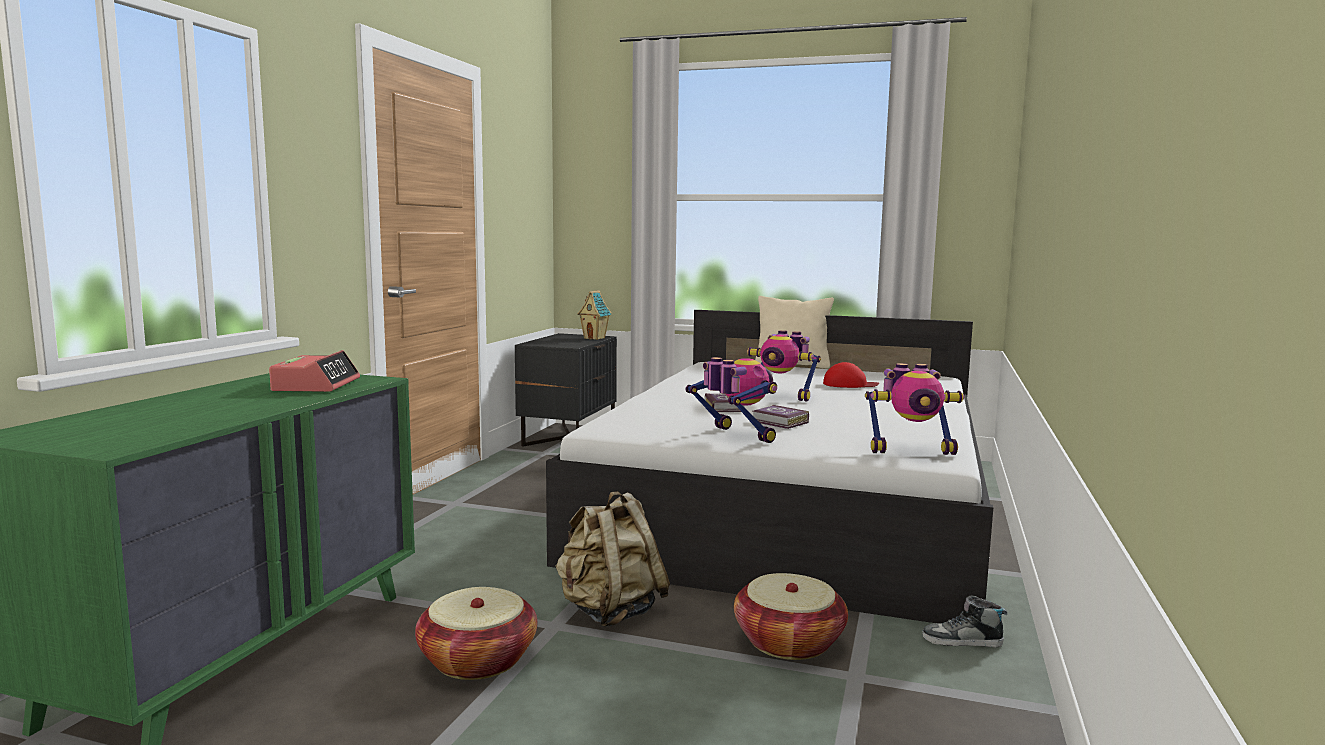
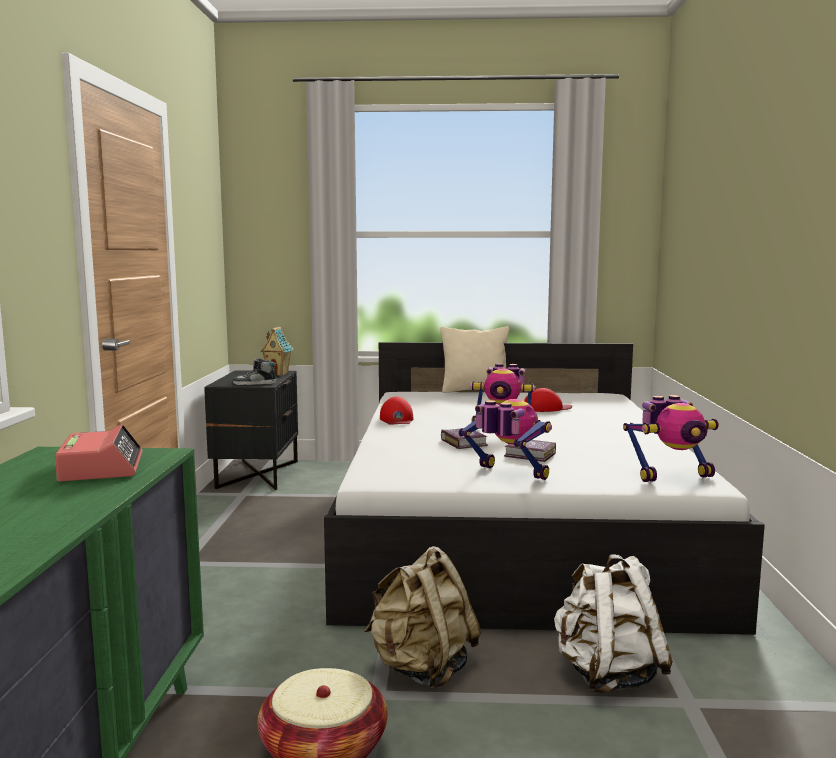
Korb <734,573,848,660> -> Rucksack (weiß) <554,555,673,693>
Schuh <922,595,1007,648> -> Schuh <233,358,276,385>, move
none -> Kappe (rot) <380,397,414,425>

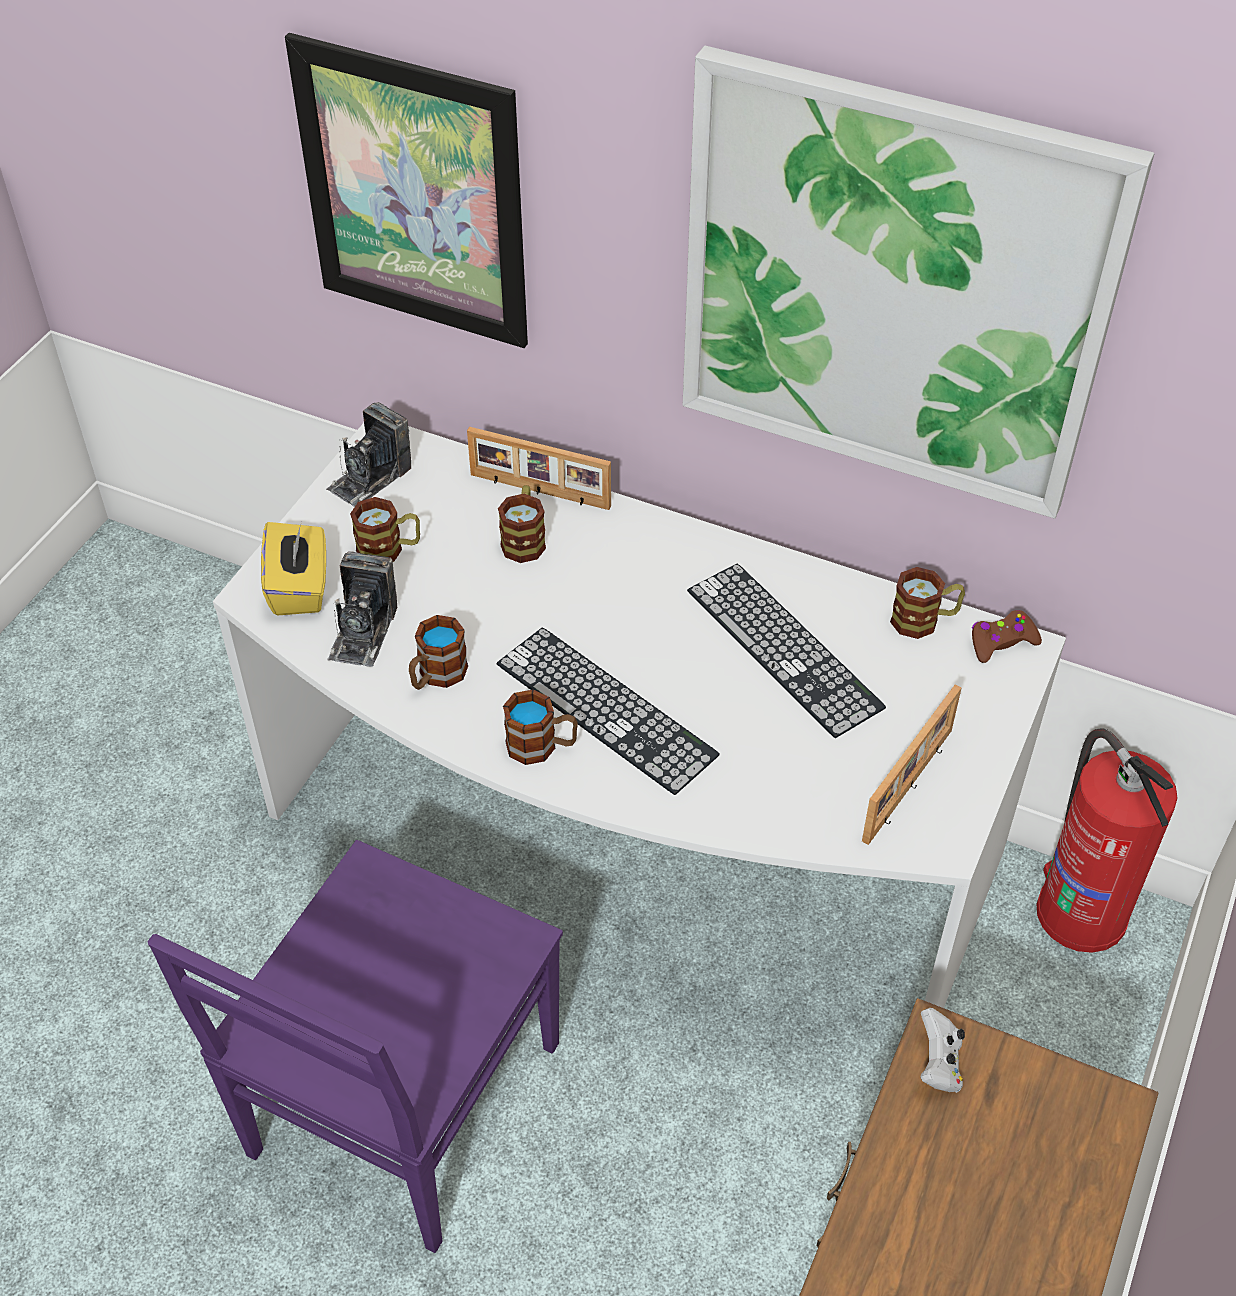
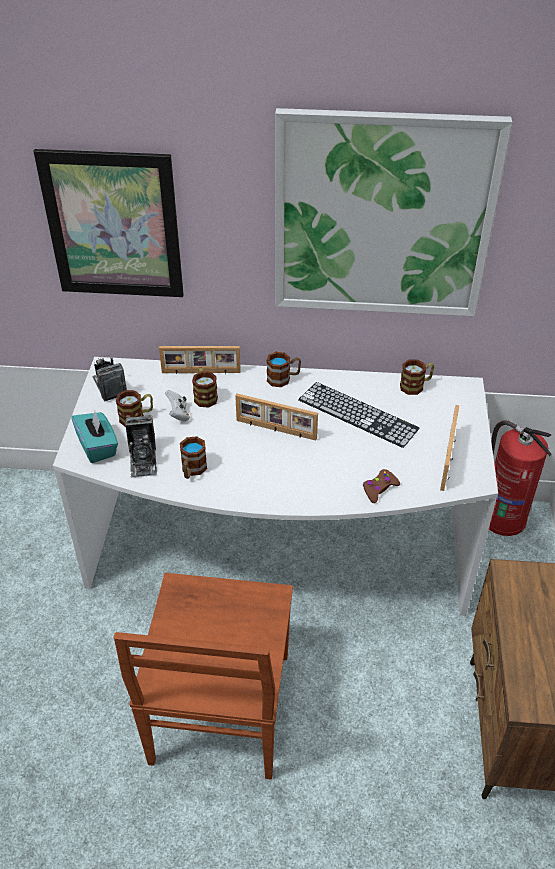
Stuhl (lila) <147,840,563,1253> -> Stuhl (braun) <113,573,293,780>
Taschentuchbox (gelb) <261,522,326,616> -> Taschentuchbox (türkis) <71,411,118,463>
Kamera <326,402,411,507> -> Kamera <92,355,127,402>, 135 degrees clockwise
Tastatur <497,627,720,795> -> none
Henkelbecher <503,690,578,765> -> Henkelbecher <266,352,301,387>, move
Gamepad (weiß) <920,1008,965,1093> -> Gamepad (weiß) <165,390,190,421>, move
Gamepad (braun) <972,610,1042,663> -> Gamepad (braun) <363,469,400,503>, move
none -> Bilderrahmen <235,393,318,441>

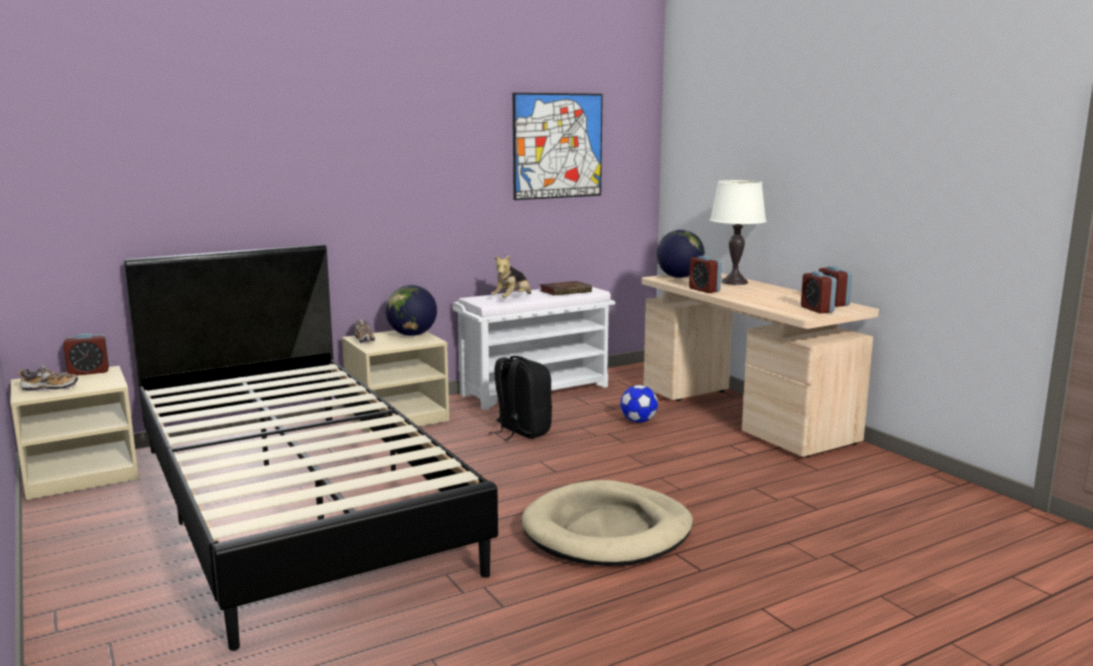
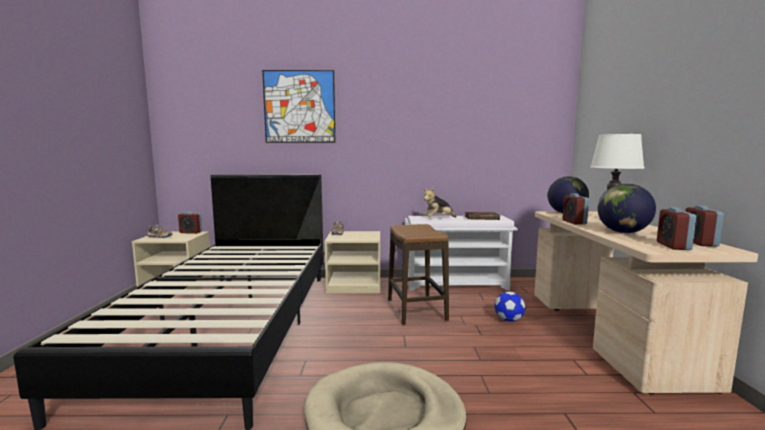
Globus <386,285,437,336> -> Globus <598,184,656,233>, move
Rucksack (schwarz) <489,356,552,441> -> Hocker <388,224,449,325>
Bild <513,93,603,200> -> Bild <262,70,335,143>, move

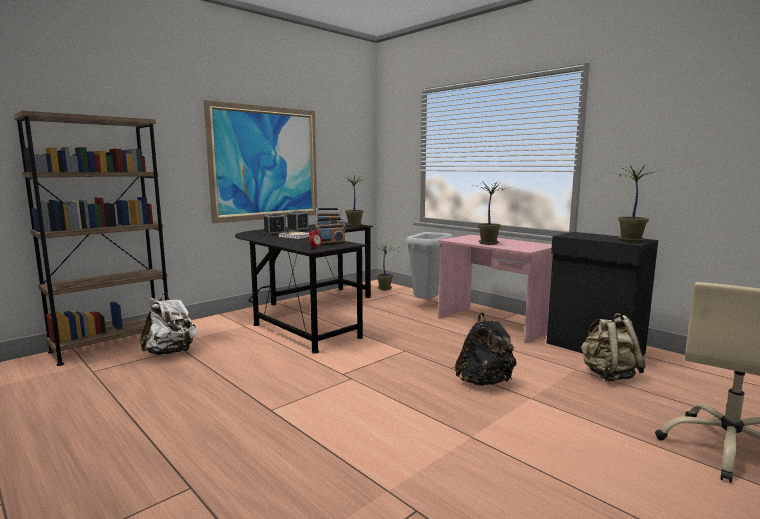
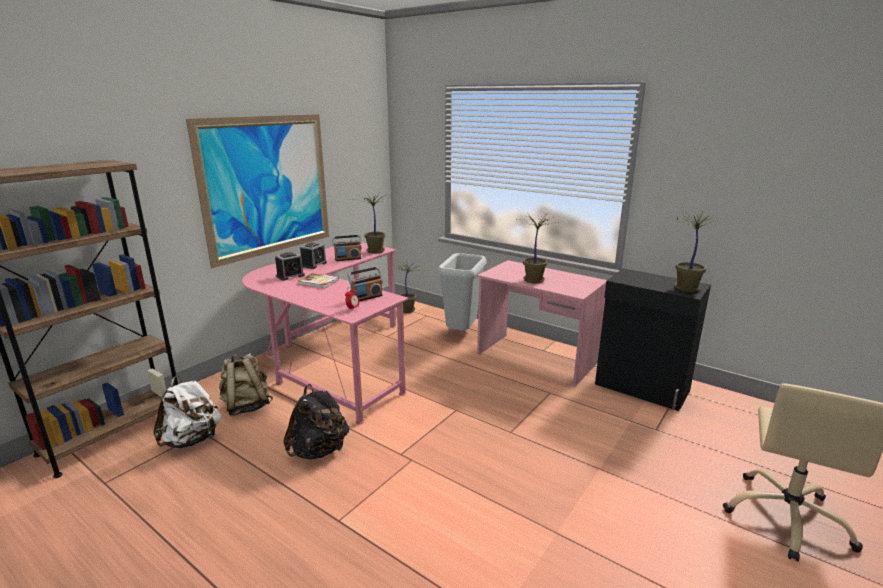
Schreibtisch (schwarz) <235,222,373,354> -> Schreibtisch (rosa) <242,242,409,424>
Rucksack (schwarz) <455,312,517,386> -> Rucksack (schwarz) <283,384,349,460>, move
Rucksack (beige) <580,313,645,381> -> Rucksack (beige) <219,353,273,416>, move

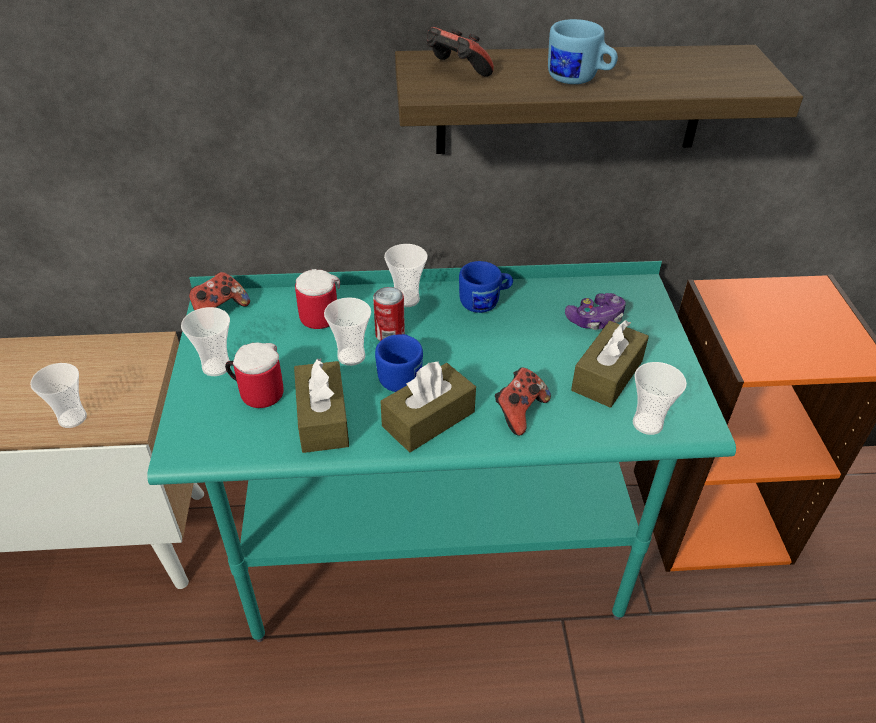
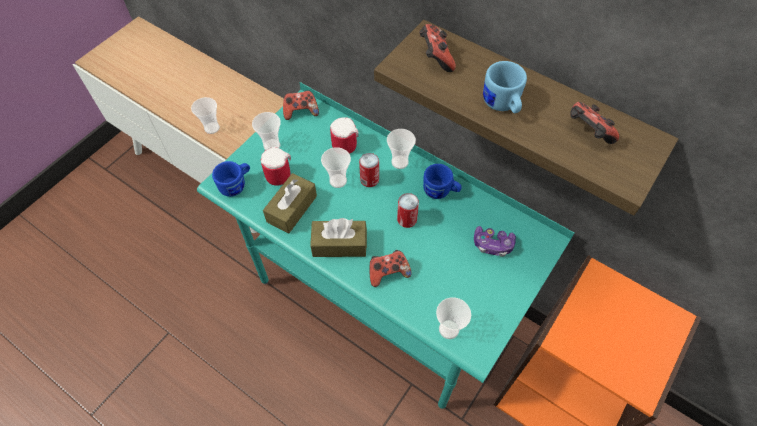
Henkelbecher (blau) <375,334,423,392> -> Henkelbecher (blau) <212,161,250,197>, move
Taschentuchbox (braun) <571,320,649,408> -> none
none -> Dose <397,193,419,228>
none -> Gamepad <570,102,619,144>

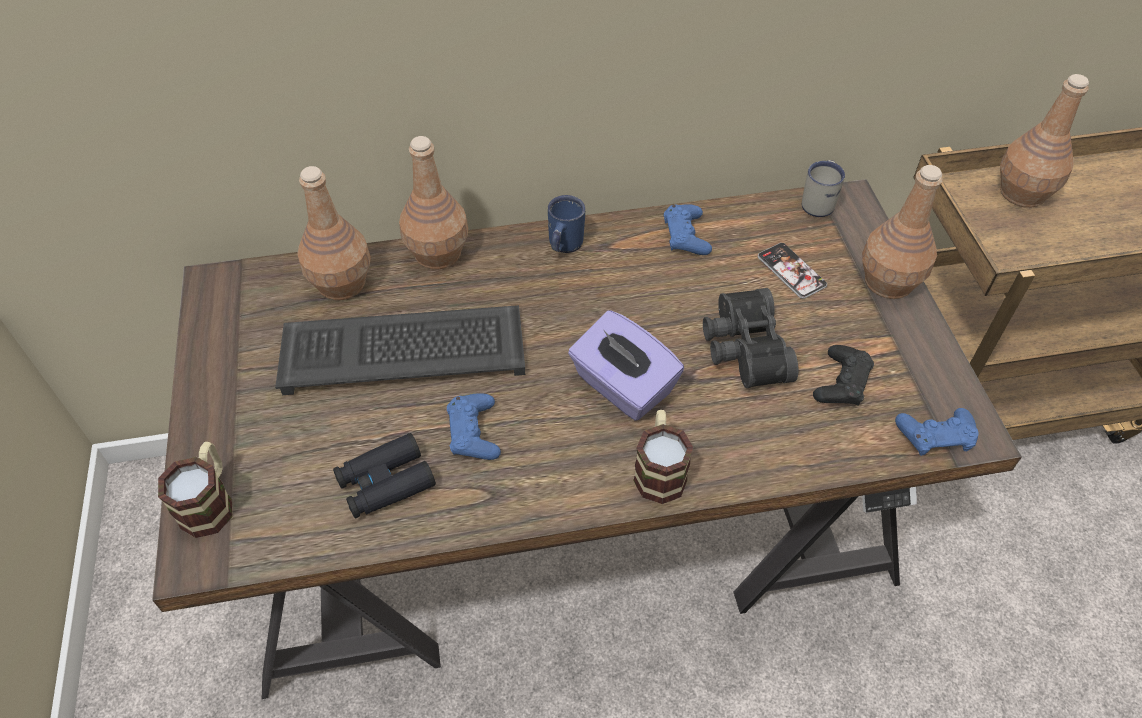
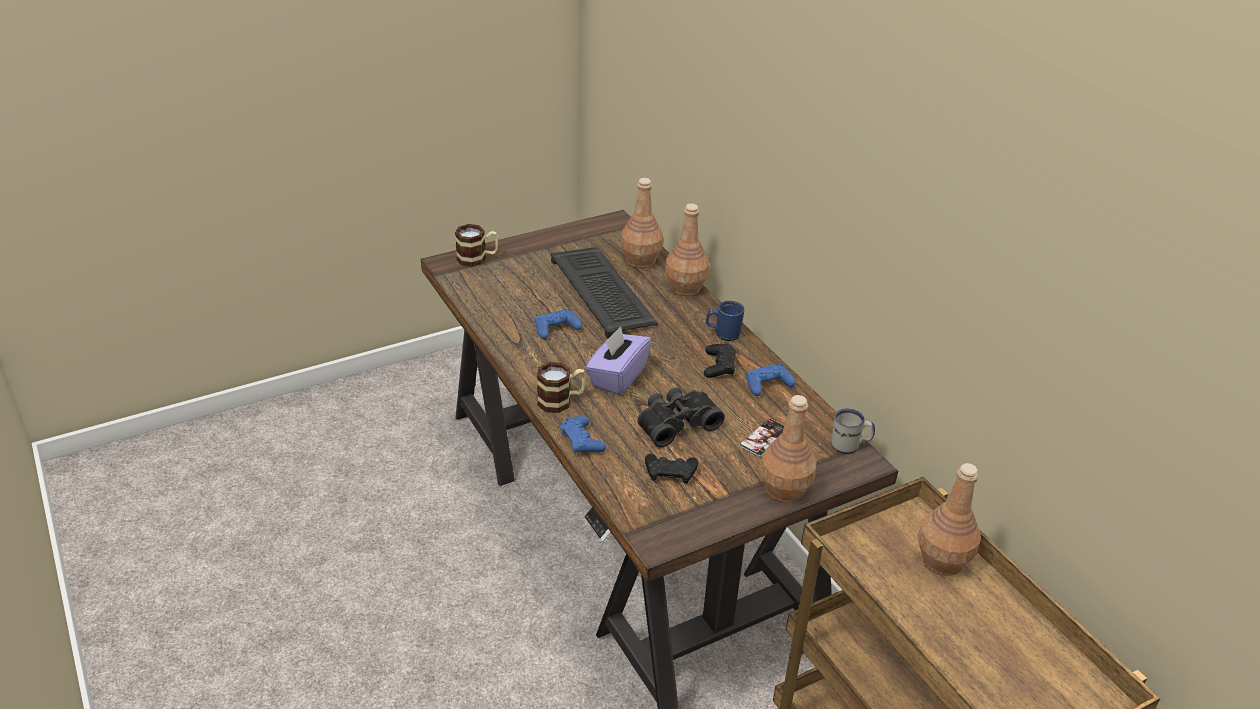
Fernglas (schwarz) <333,433,436,518> -> none
Gamepad (blau) <895,408,979,456> -> Gamepad (blau) <560,416,606,454>, move
none -> Gamepad (schwarz) <704,344,736,378>

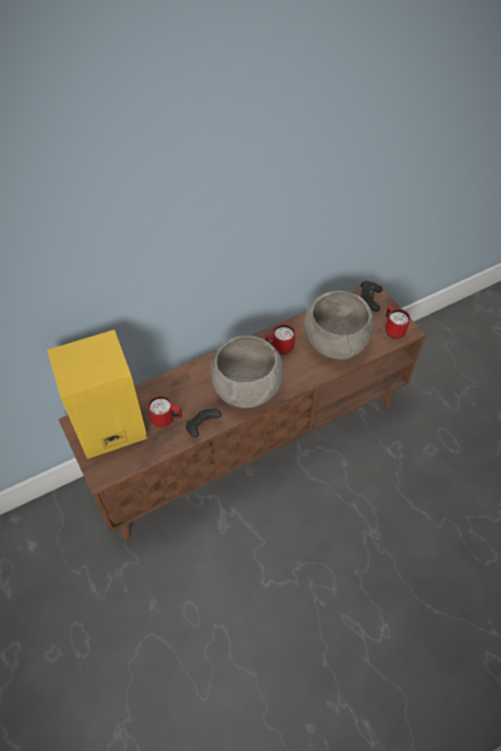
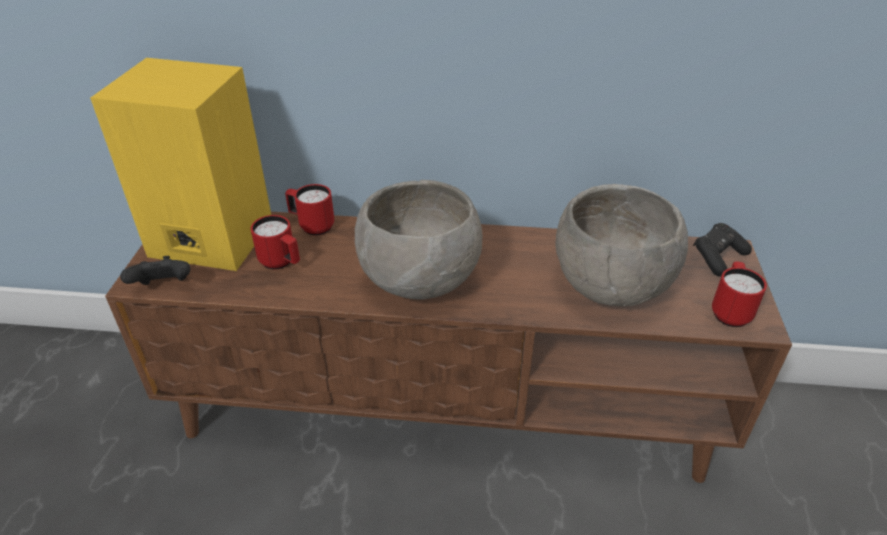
Gamepad (schwarz) <186,409,222,437> -> Gamepad (schwarz) <120,256,191,285>, move
Henkelbecher (rot) <265,324,295,355> -> Henkelbecher (rot) <285,184,334,236>, move

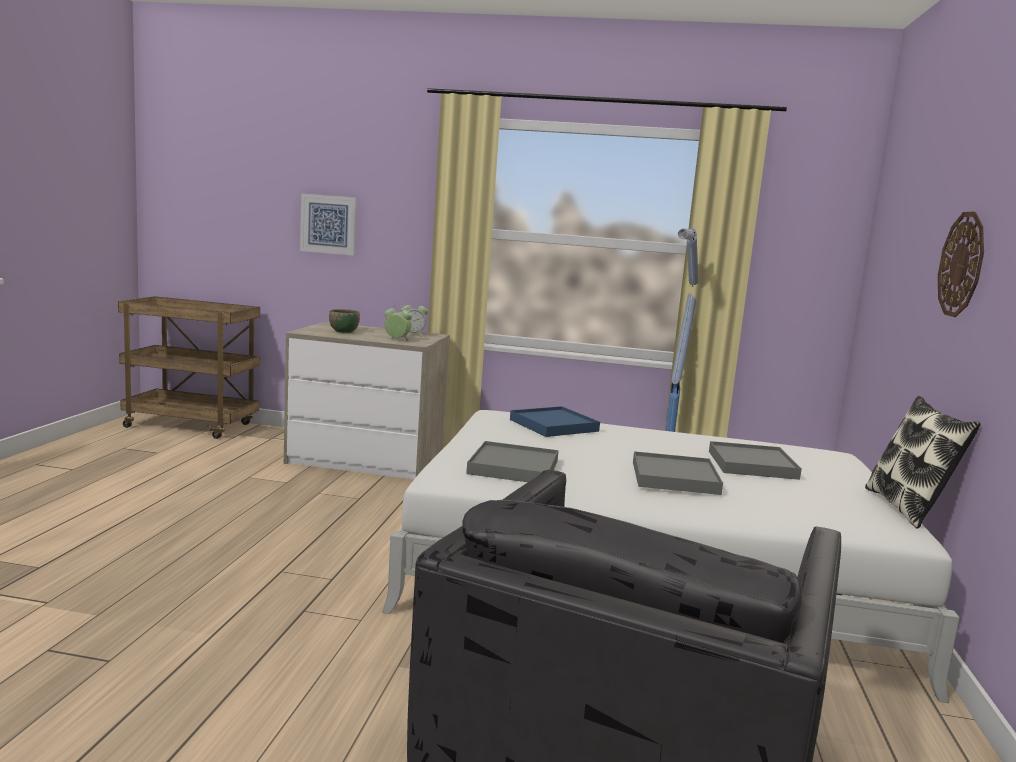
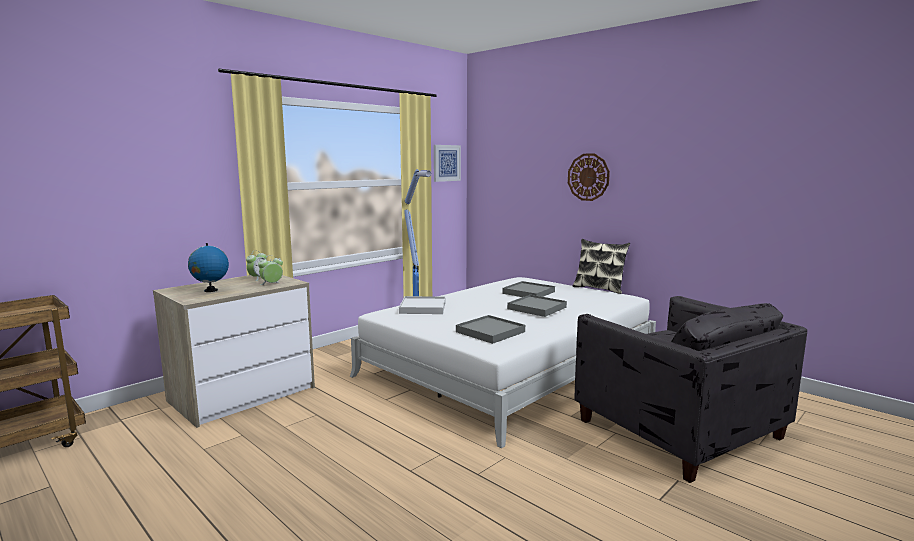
Bild <300,194,357,255> -> Bild <434,145,461,182>, move
Schüssel (grün) <329,309,360,333> -> Globus <188,243,229,292>
Tablett (blau) <510,406,600,437> -> Tablett (weiß) <399,296,446,314>

